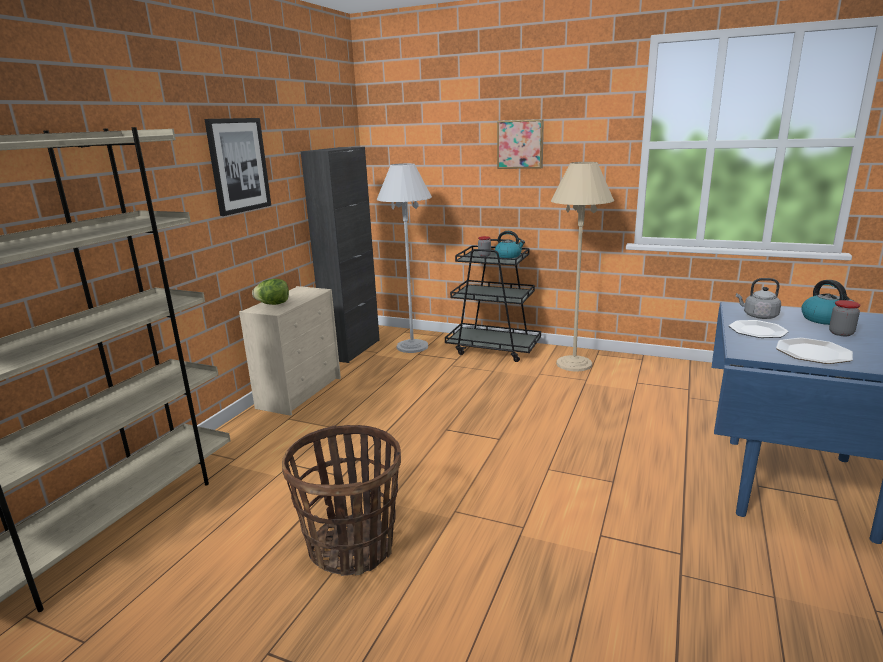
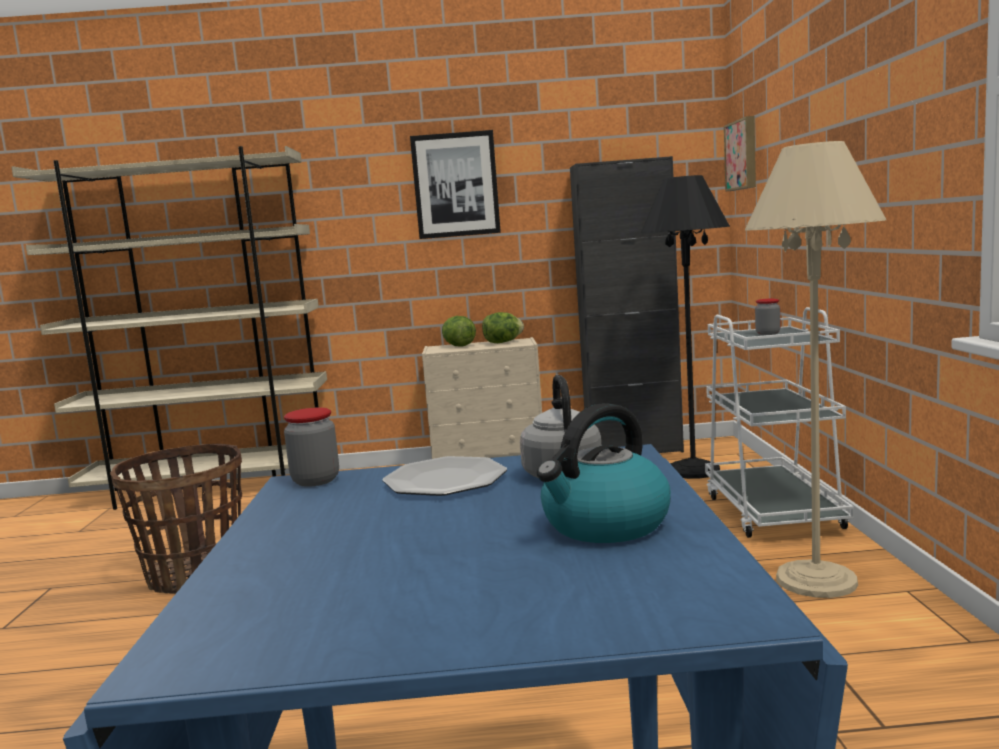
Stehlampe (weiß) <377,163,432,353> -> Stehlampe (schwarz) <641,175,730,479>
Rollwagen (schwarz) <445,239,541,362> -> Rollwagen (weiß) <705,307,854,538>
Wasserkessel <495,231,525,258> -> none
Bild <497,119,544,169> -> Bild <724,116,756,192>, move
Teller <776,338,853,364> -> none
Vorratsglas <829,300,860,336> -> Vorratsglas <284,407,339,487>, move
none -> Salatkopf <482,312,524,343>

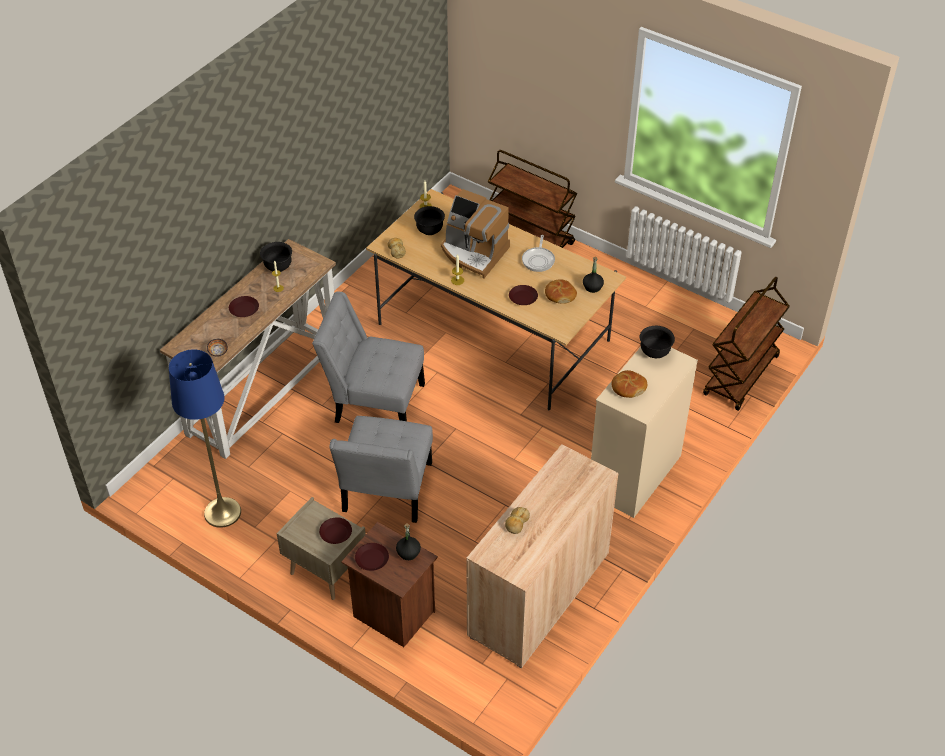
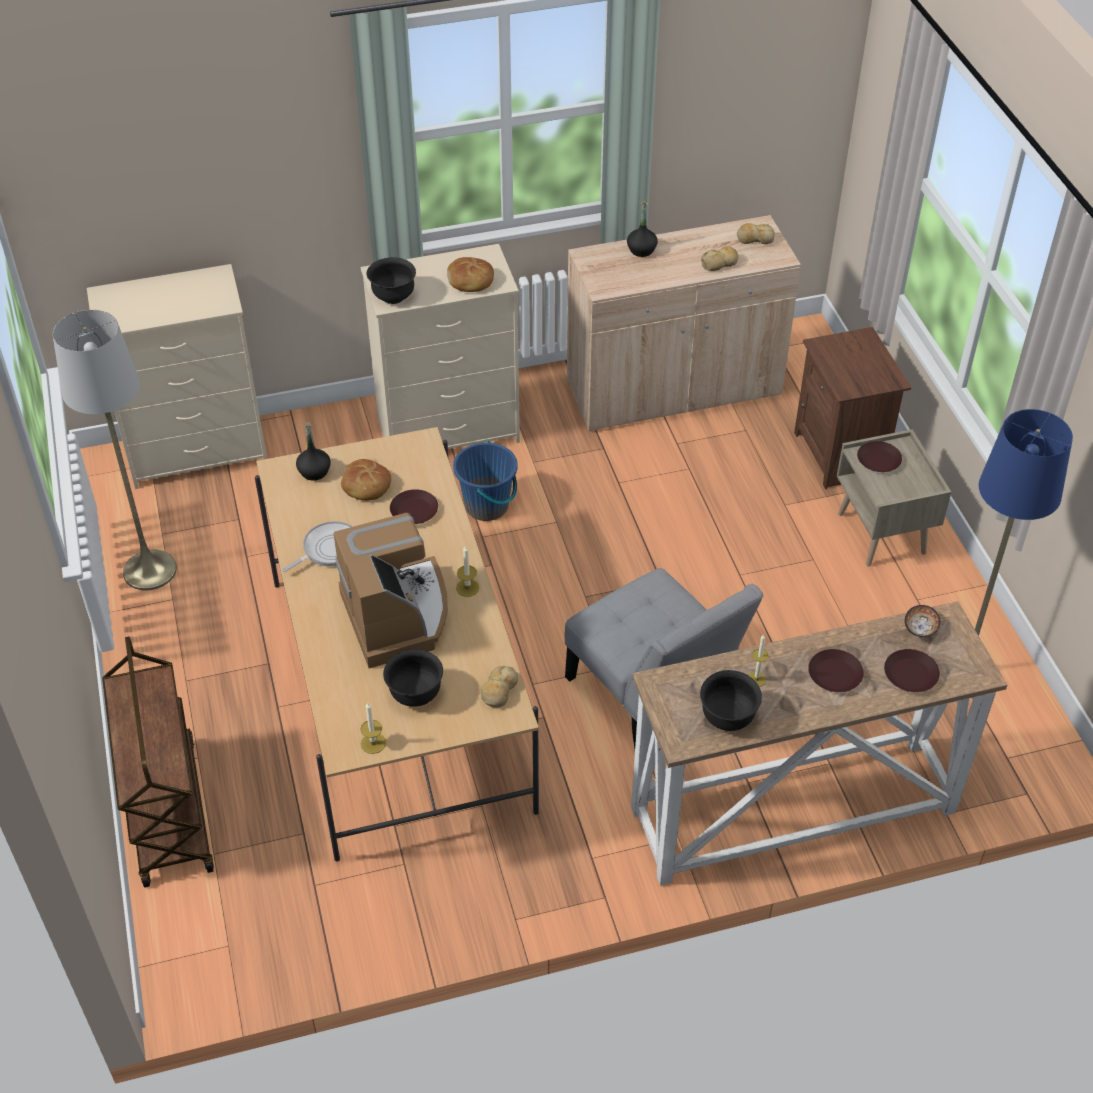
Stuhl (grau) <329,416,433,523> -> none
Teller (braun) <355,543,389,571> -> Teller (braun) <884,649,940,692>, move
Flasche (schwarz) <396,523,421,560> -> Flasche (schwarz) <627,200,658,257>, move
Rollwagen (braun) <703,276,790,411> -> Kommode (beige) <87,264,267,489>
none -> Stehlampe (grau) <53,310,177,590>
none -> Eimer (blau) <453,441,518,521>
none -> Brot <737,223,775,244>

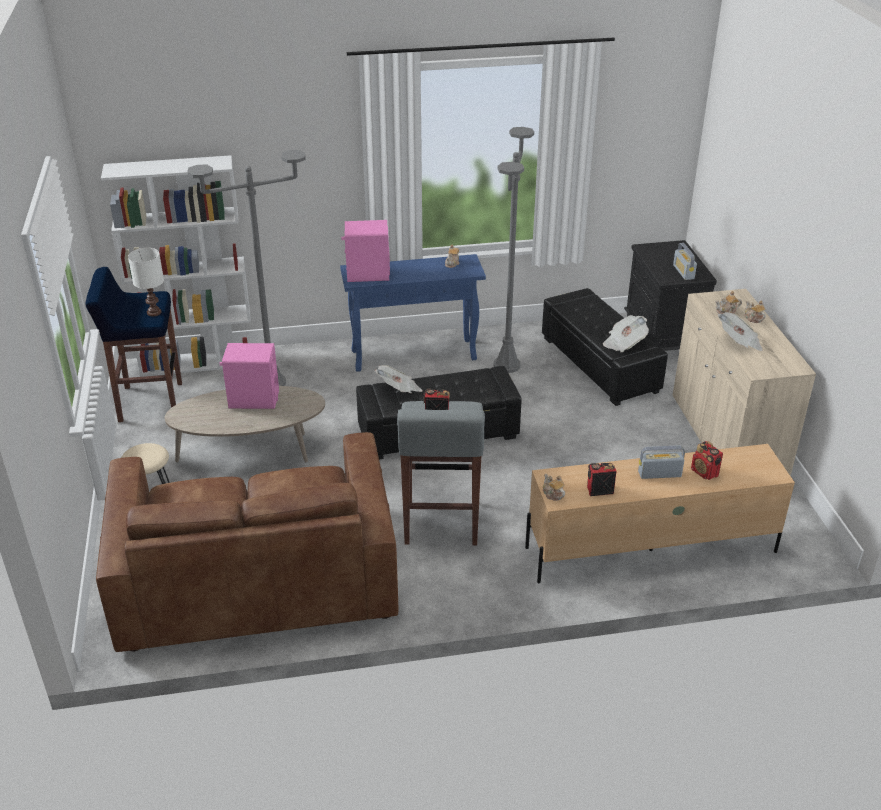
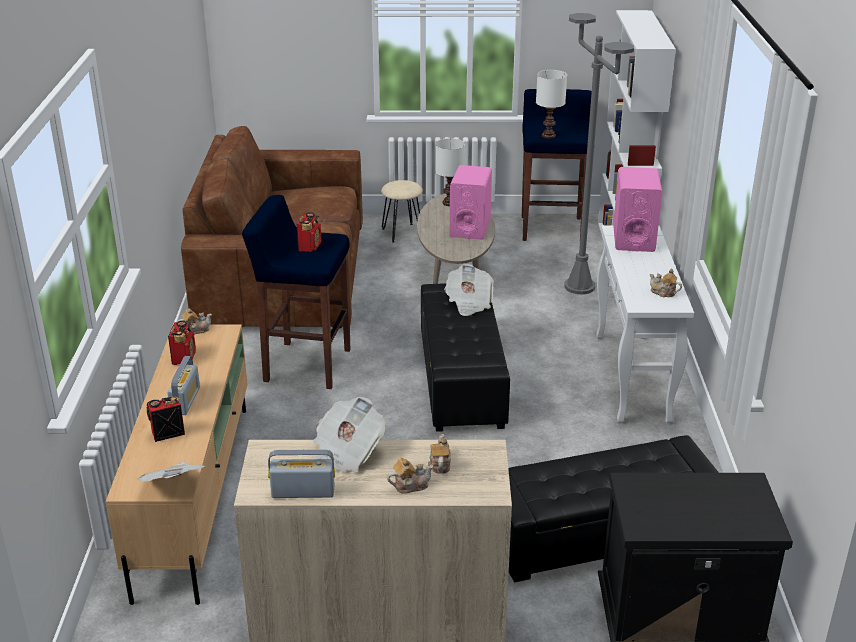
Konsolentisch (blau) <340,254,486,372> -> Konsolentisch (weiß) <596,225,694,423>
Hocker (grau) <397,401,485,545> -> Hocker (blau) <242,195,350,389>
Stehlampe (grau) <493,127,534,373> -> none
Zeitung <603,315,649,353> -> Zeitung <137,462,205,482>, move
Radio <673,243,697,280> -> Radio <268,449,335,498>, move
none -> Tischlampe (weiß) <435,138,465,206>

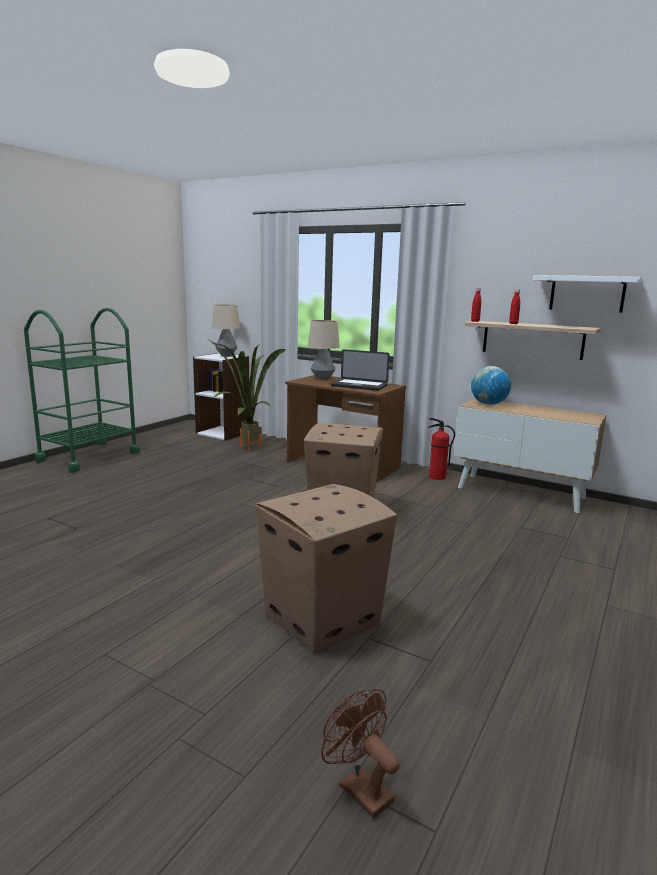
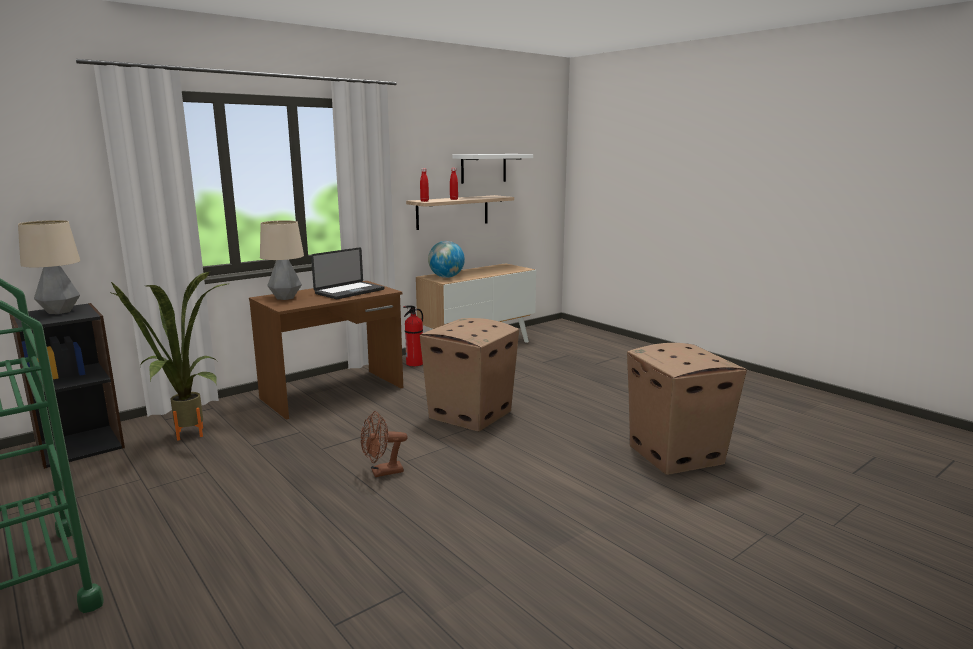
Bücherregal (weiß) <193,353,249,441> -> Bücherregal (schwarz) <9,303,125,469>
Ventilator (braun) <321,689,399,818> -> Ventilator (braun) <361,411,408,477>, move

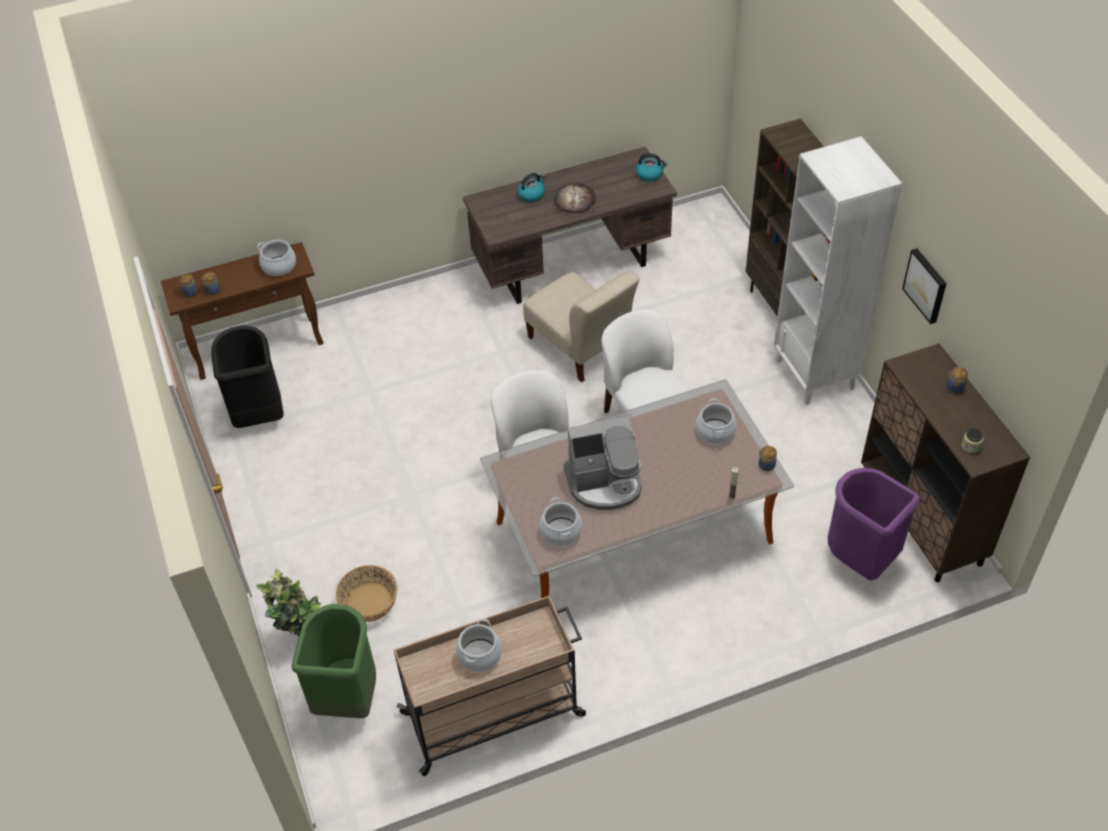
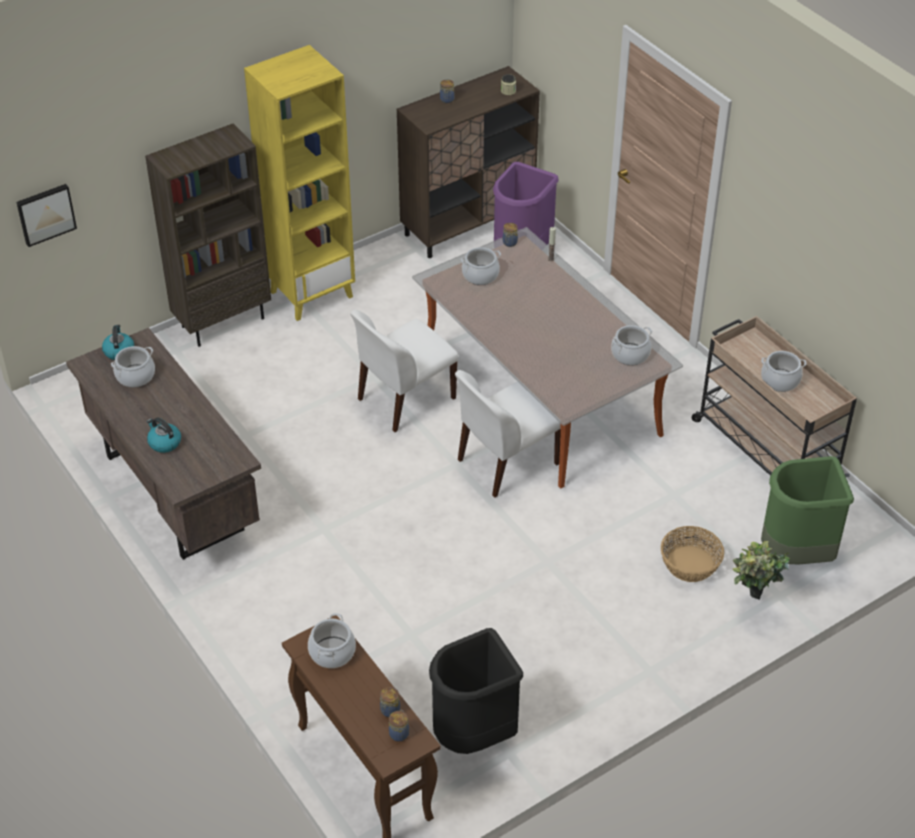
Stuhl (beige) <523,271,640,382> -> none
Brot <554,183,596,213> -> none
Kaffeemaschine <564,417,642,510> -> none
Bücherregal (weiß) <774,136,902,405> -> Bücherregal (gelb) <244,45,355,321>
Bild <902,248,947,324> -> Bild <16,184,77,247>, move
none -> Kochtopf <111,346,155,387>

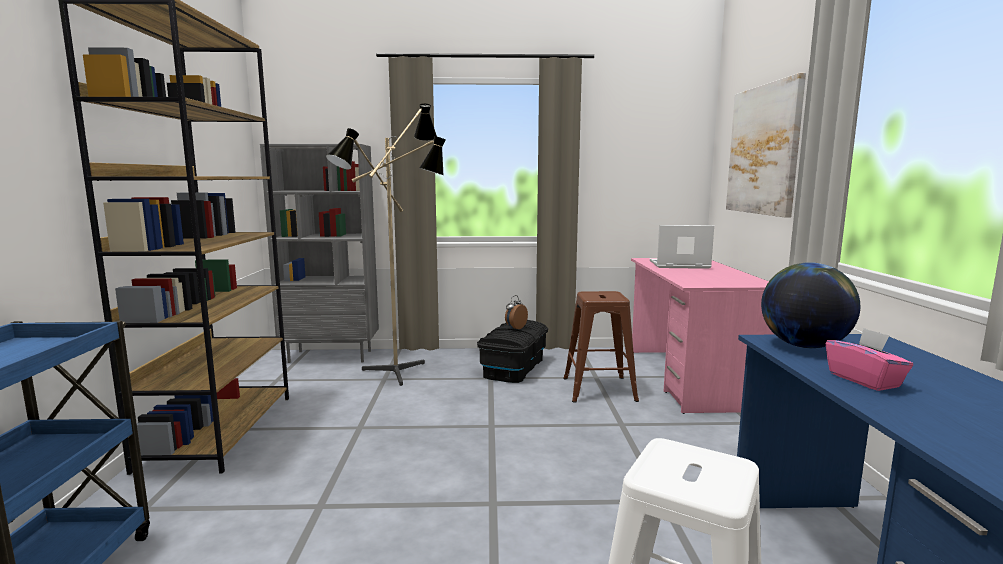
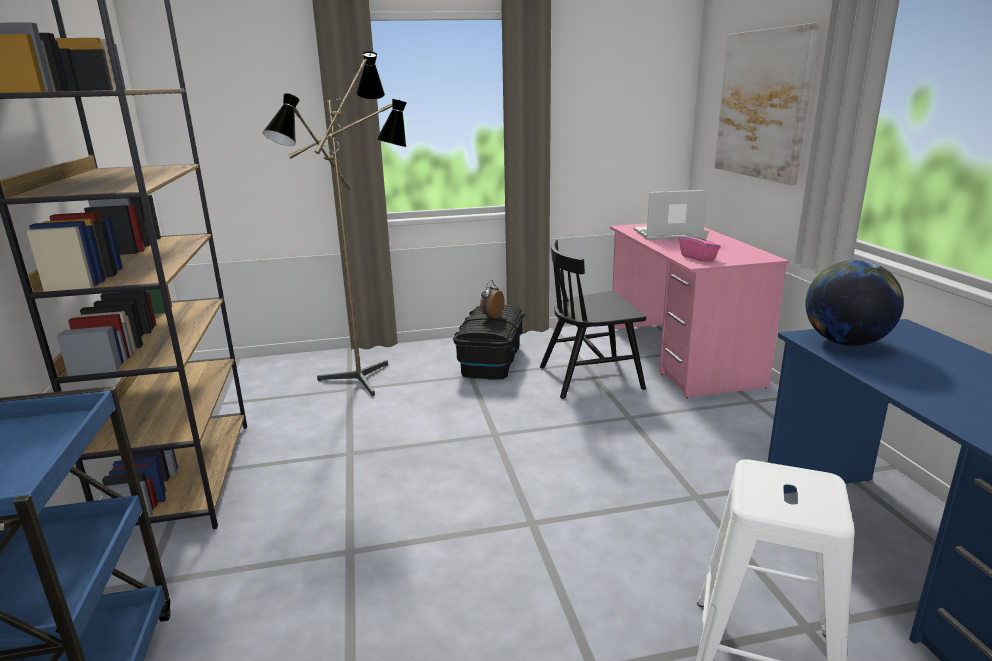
Bücherregal (grau) <260,144,379,363> -> none
Hocker (braun) <563,291,639,403> -> Stuhl (schwarz) <540,240,646,399>
Taschentuchbox (rosa) <826,328,913,391> -> Taschentuchbox (rosa) <679,228,721,261>, move

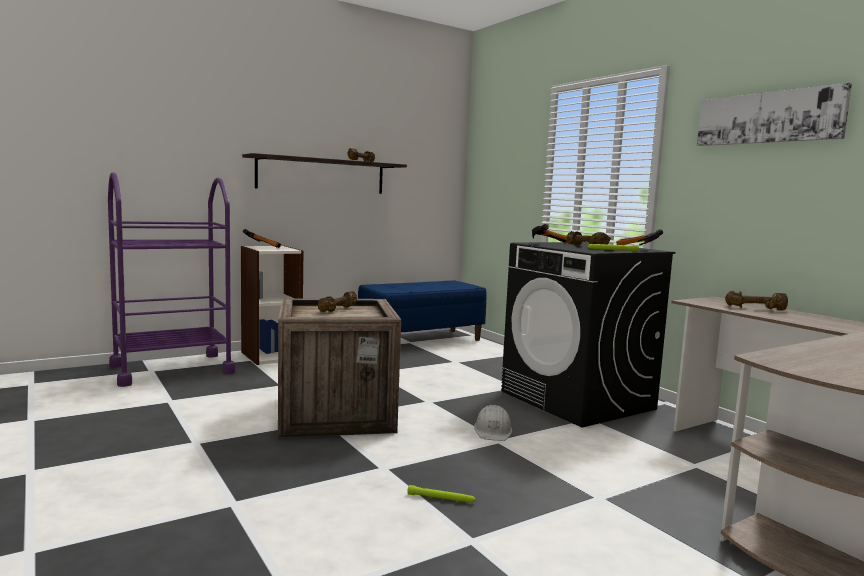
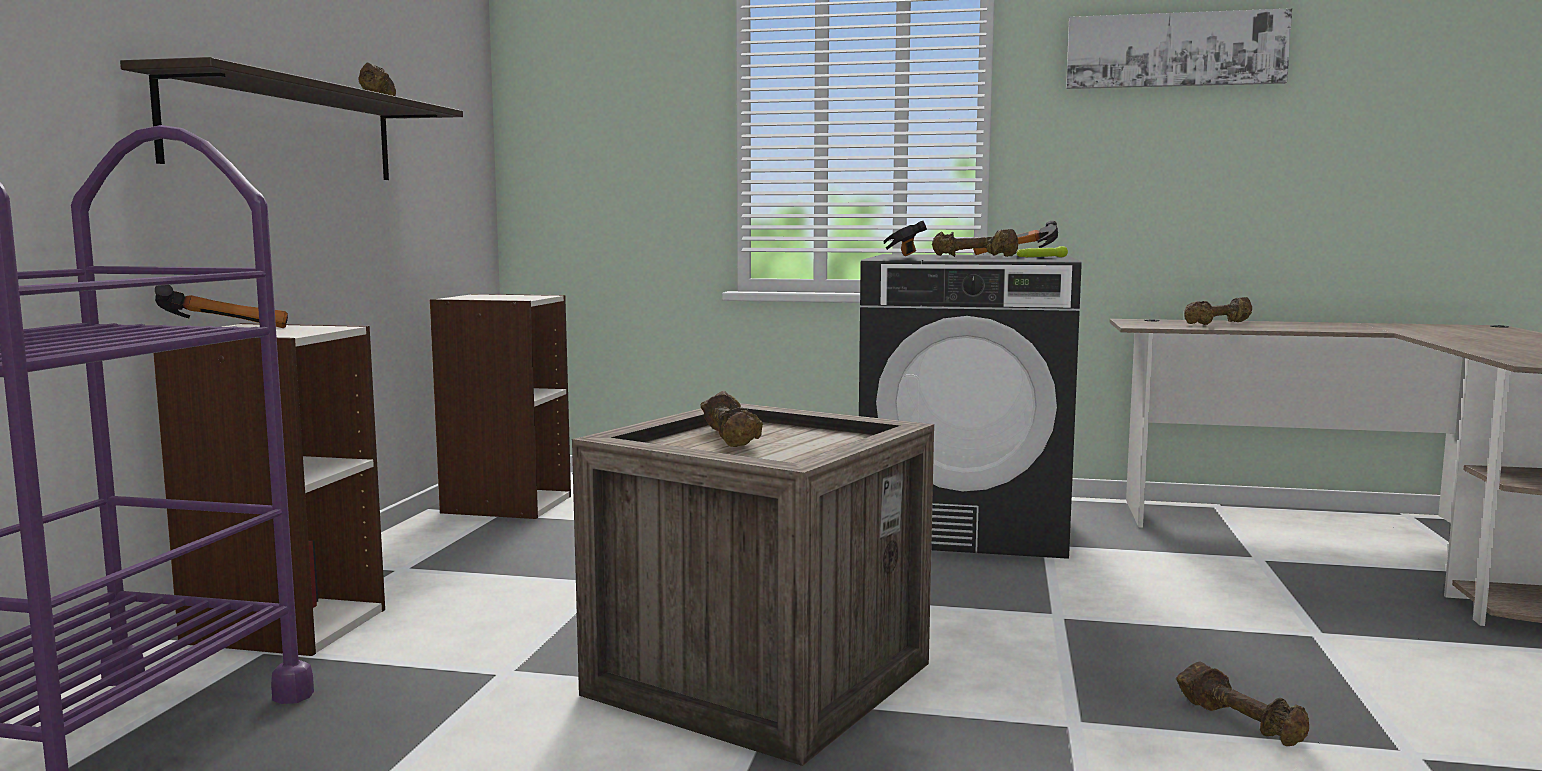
Bank (blau) <358,281,487,341> -> Bücherregal <430,294,571,519>
Taschenlampe (grün) <407,485,476,503> -> Hantel (braun) <1176,662,1309,746>
Schutzhelm (weiß) <474,405,512,441> -> none

